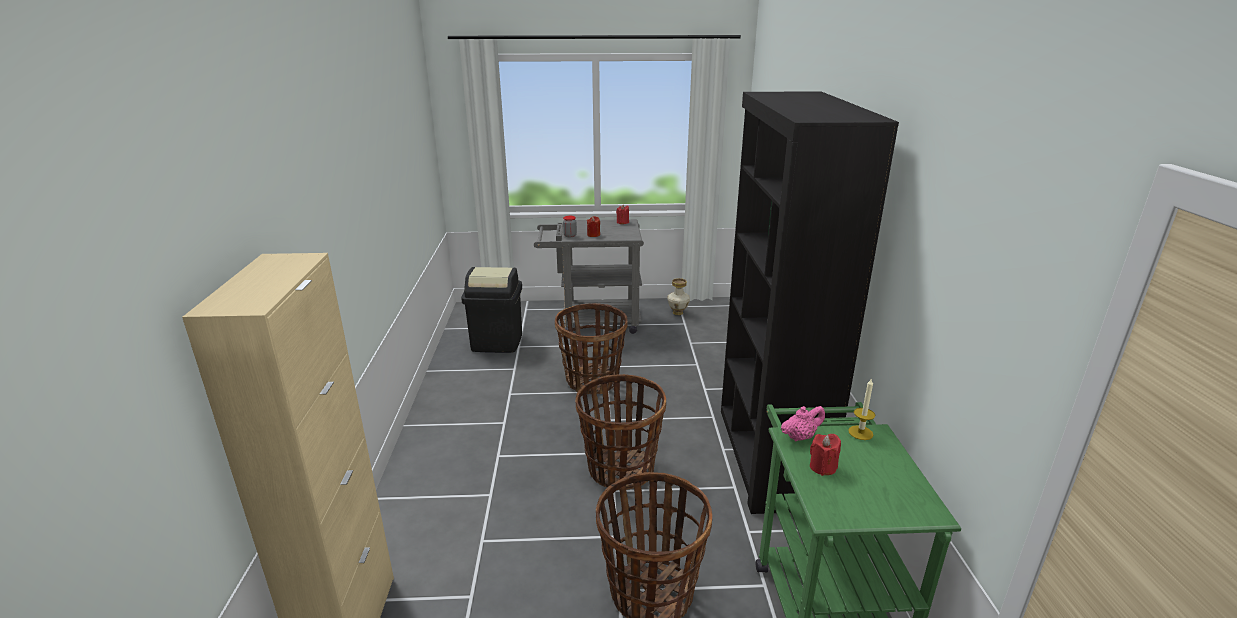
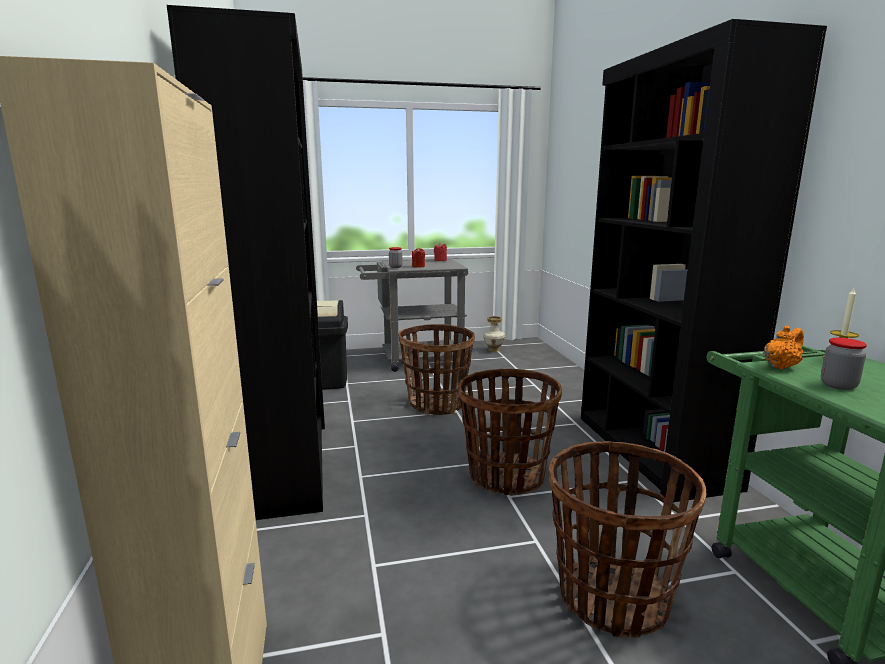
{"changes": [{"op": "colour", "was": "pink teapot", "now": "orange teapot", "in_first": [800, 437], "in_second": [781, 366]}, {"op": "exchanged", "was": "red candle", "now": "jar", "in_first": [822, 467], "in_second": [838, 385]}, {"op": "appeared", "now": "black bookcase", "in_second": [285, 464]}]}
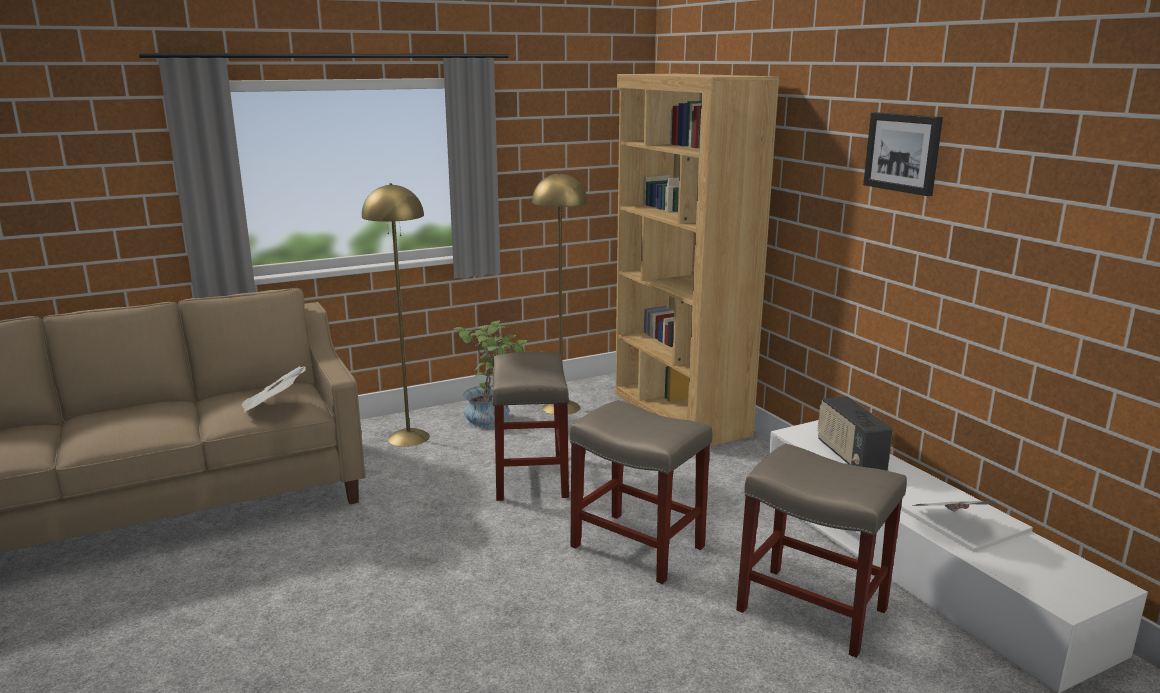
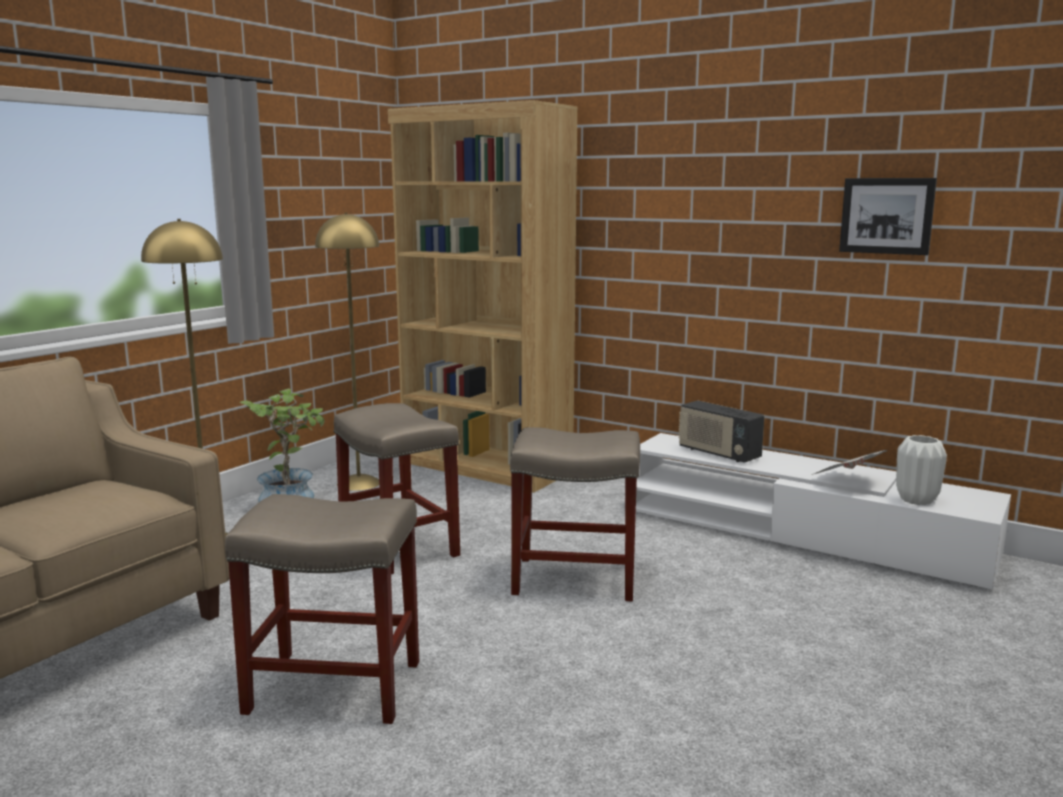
{"changes": [{"op": "relocated", "was": "picture", "in_first": [903, 152], "in_second": [887, 215]}, {"op": "missing", "was": "newspaper", "in_first": [273, 406]}, {"op": "relocated", "was": "beige stool", "in_first": [814, 610], "in_second": [337, 687]}, {"op": "appeared", "now": "white vase", "in_second": [916, 500]}]}
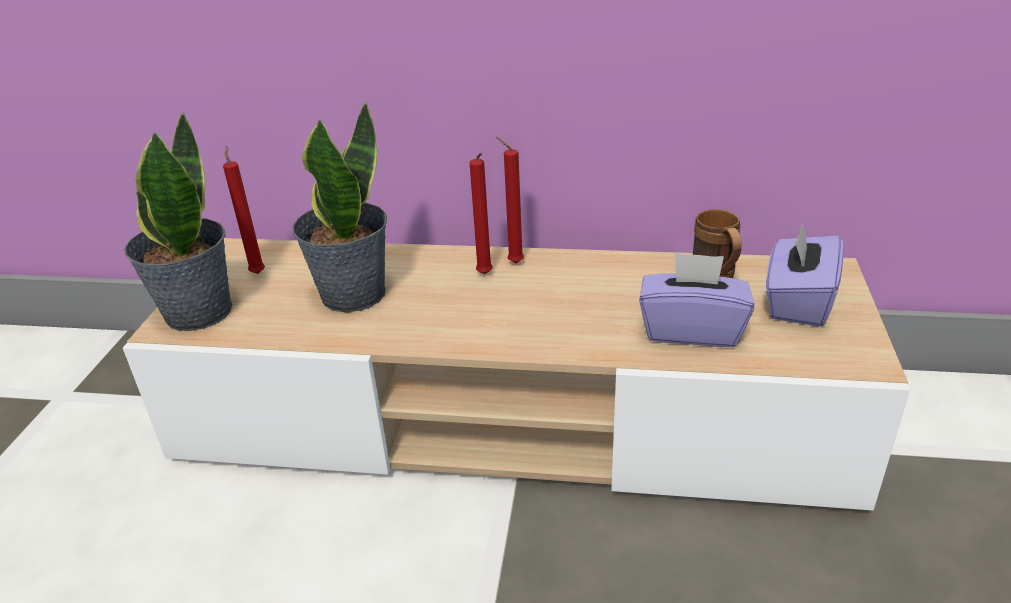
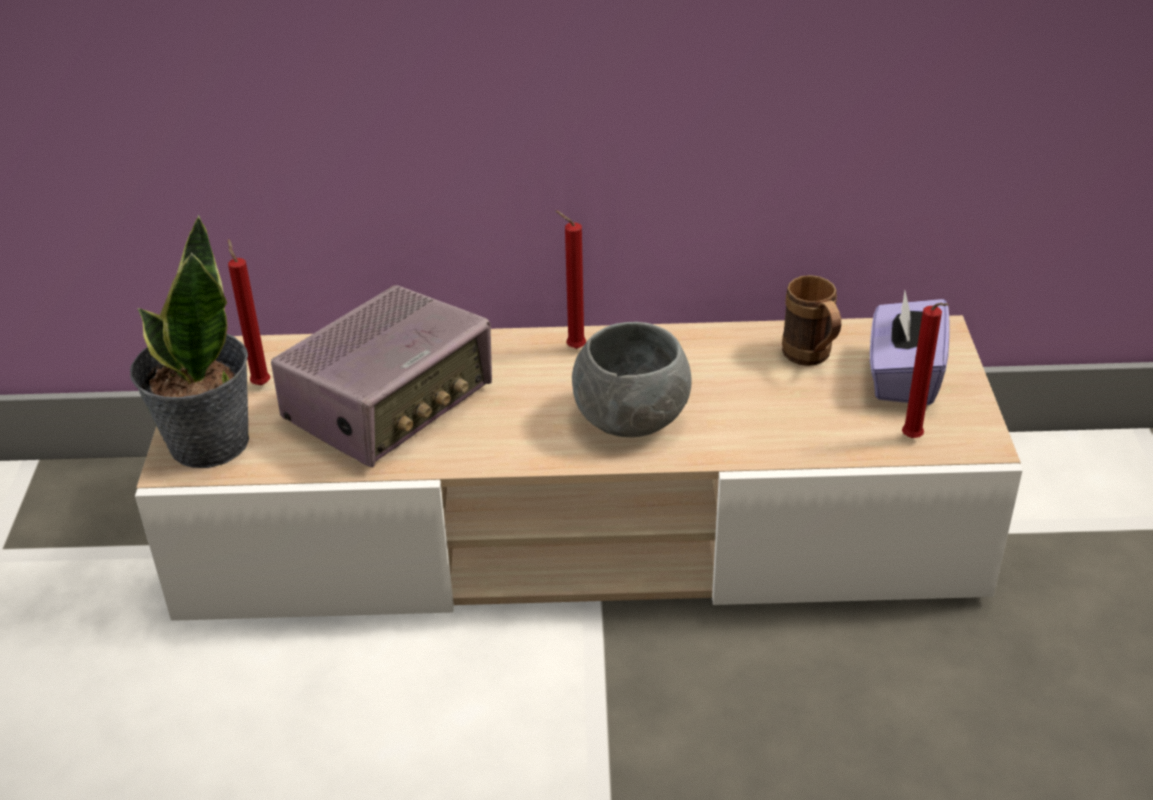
{"changes": [{"op": "exchanged", "was": "potted plant", "now": "radio", "in_first": [352, 294], "in_second": [390, 404]}, {"op": "relocated", "was": "red candle", "in_first": [485, 275], "in_second": [914, 440]}, {"op": "missing", "was": "purple tissue box", "in_first": [691, 330]}, {"op": "appeared", "now": "grey bowl", "in_second": [630, 419]}]}
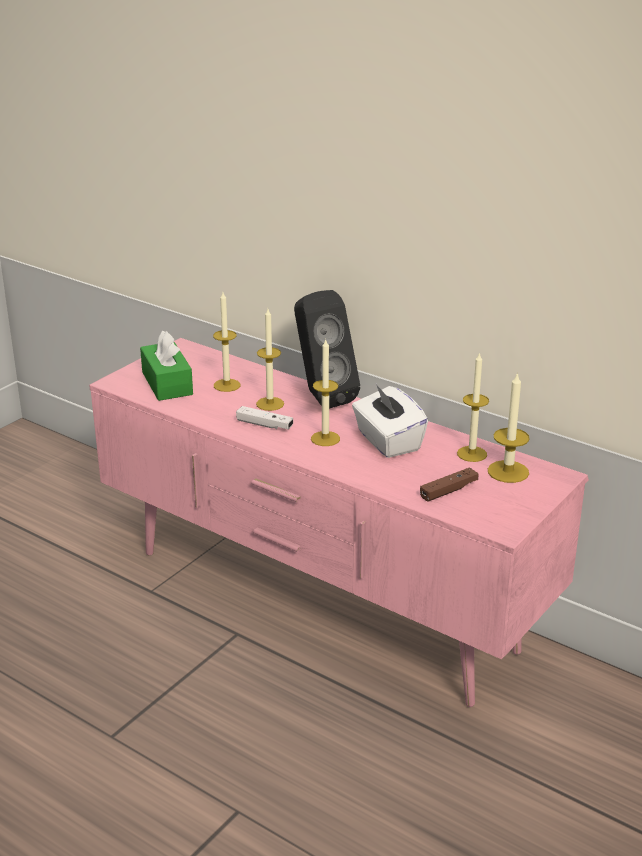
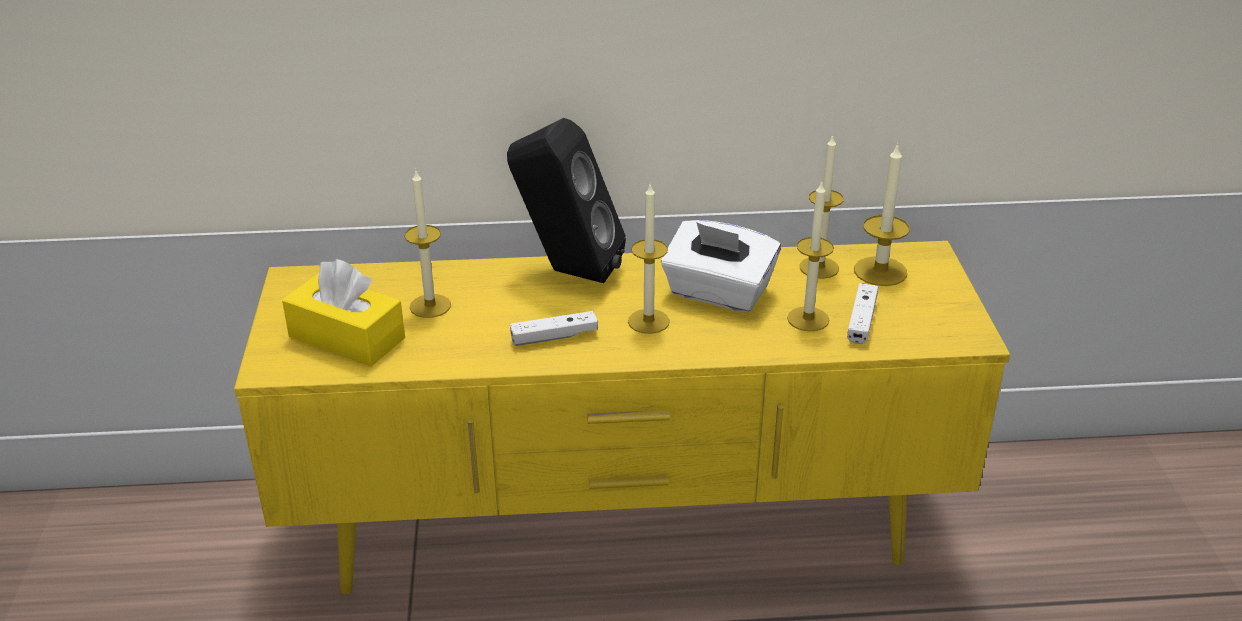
{"changes": [{"op": "relocated", "was": "candle", "in_first": [270, 404], "in_second": [808, 319]}, {"op": "colour", "was": "green tissue box", "now": "yellow tissue box", "in_first": [167, 383], "in_second": [347, 337]}, {"op": "colour", "was": "pink tv stand", "now": "yellow tv stand", "in_first": [321, 602], "in_second": [621, 536]}, {"op": "colour", "was": "brown game controller", "now": "white game controller", "in_first": [448, 490], "in_second": [861, 321]}]}
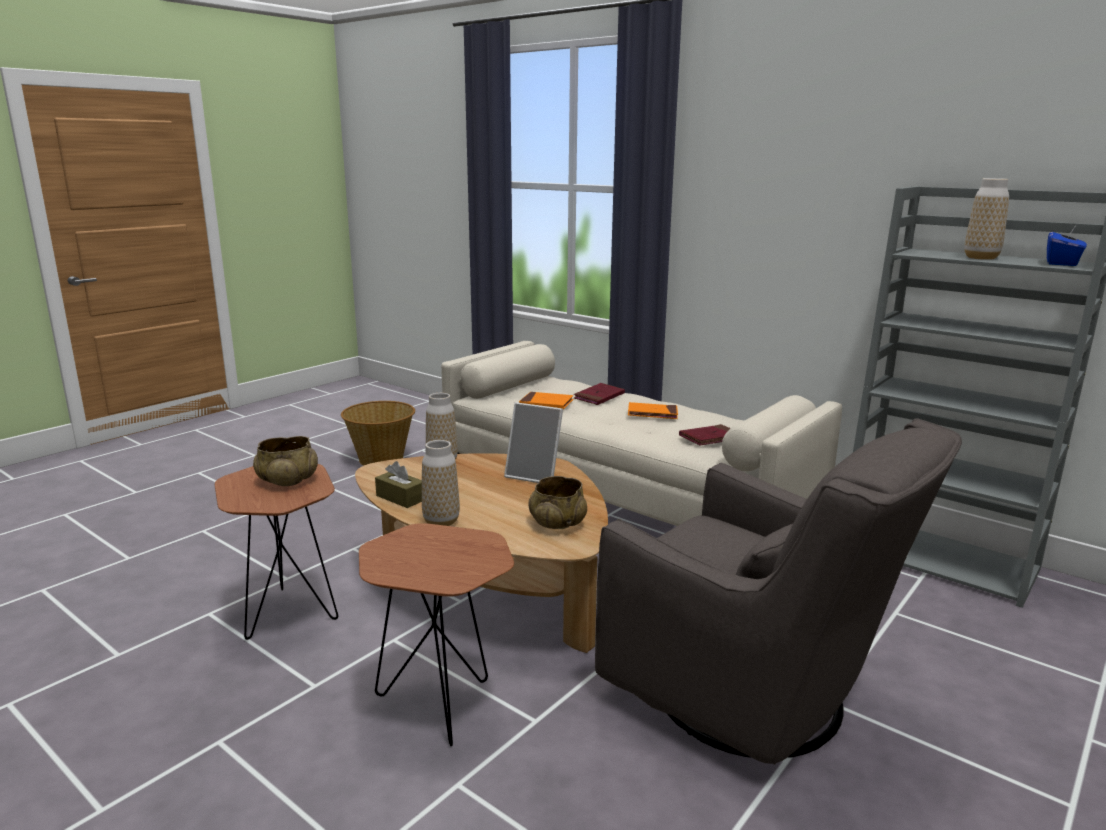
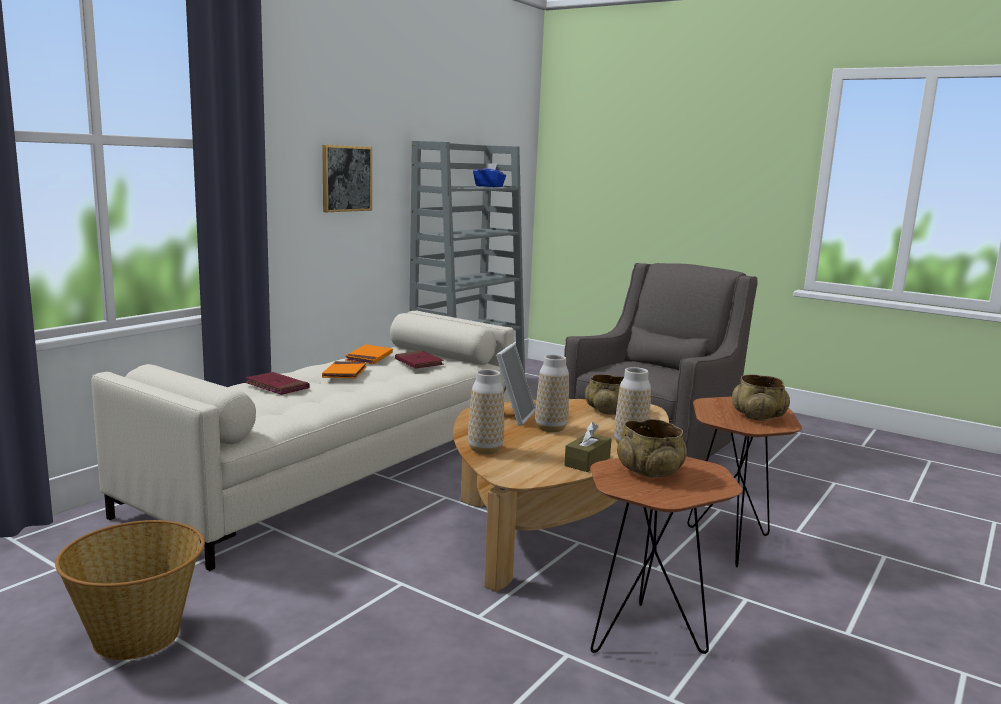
{"changes": [{"op": "relocated", "was": "vase", "in_first": [981, 258], "in_second": [550, 428]}, {"op": "relocated", "was": "orange book", "in_first": [546, 403], "in_second": [369, 357]}, {"op": "appeared", "now": "picture", "in_second": [346, 178]}, {"op": "appeared", "now": "beige bowl", "in_second": [758, 416]}]}
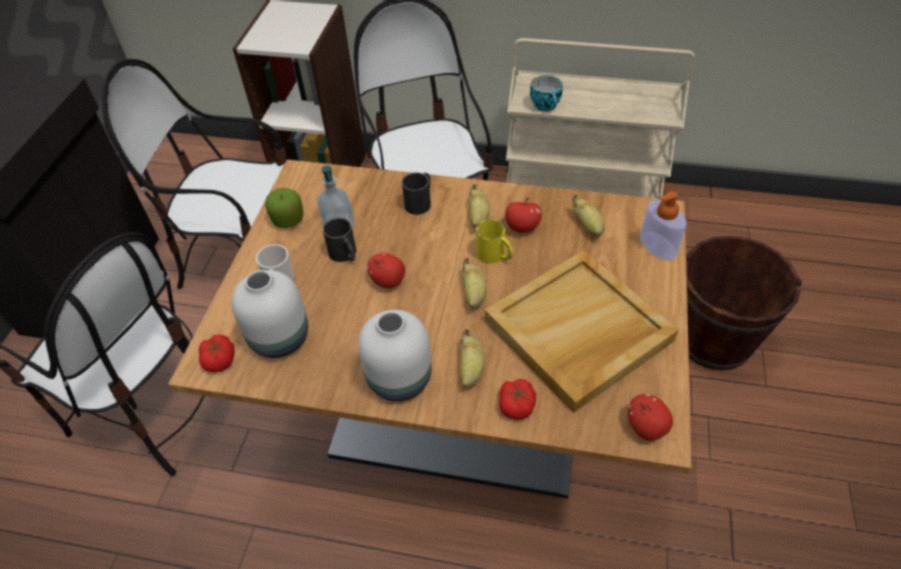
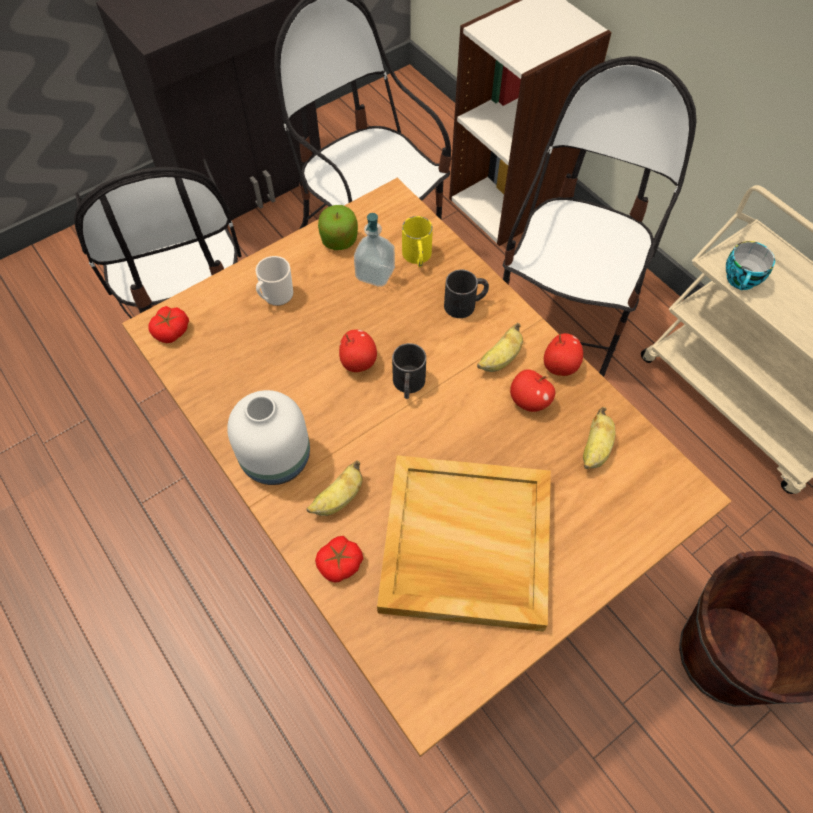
{"changes": [{"op": "missing", "was": "soap dispenser", "in_first": [658, 246]}, {"op": "relocated", "was": "black mug", "in_first": [345, 255], "in_second": [408, 385]}, {"op": "relocated", "was": "yellow mug", "in_first": [495, 256], "in_second": [417, 257]}, {"op": "missing", "was": "banana", "in_first": [473, 294]}, {"op": "missing", "was": "white vase", "in_first": [281, 337]}, {"op": "relocated", "was": "apple", "in_first": [646, 427], "in_second": [560, 366]}]}
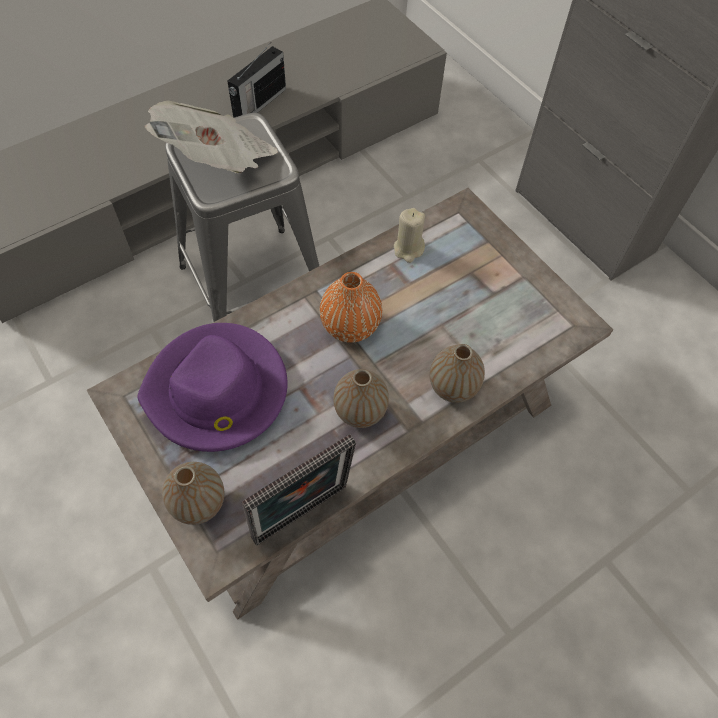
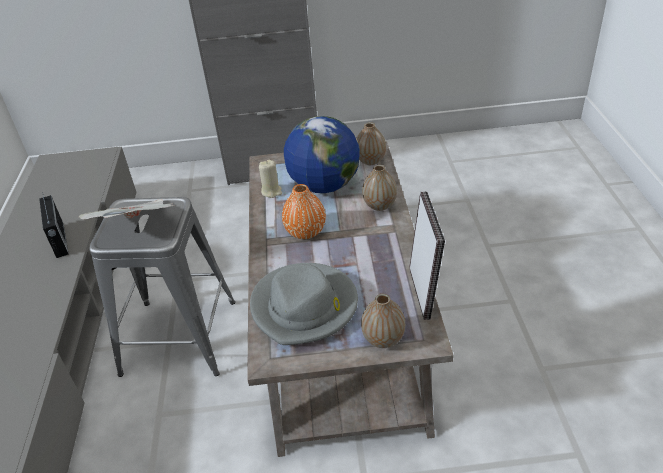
{"changes": [{"op": "colour", "was": "purple hat", "now": "grey hat", "in_first": [217, 391], "in_second": [305, 306]}, {"op": "relocated", "was": "vase", "in_first": [360, 411], "in_second": [370, 161]}, {"op": "appeared", "now": "globe", "in_second": [324, 186]}]}
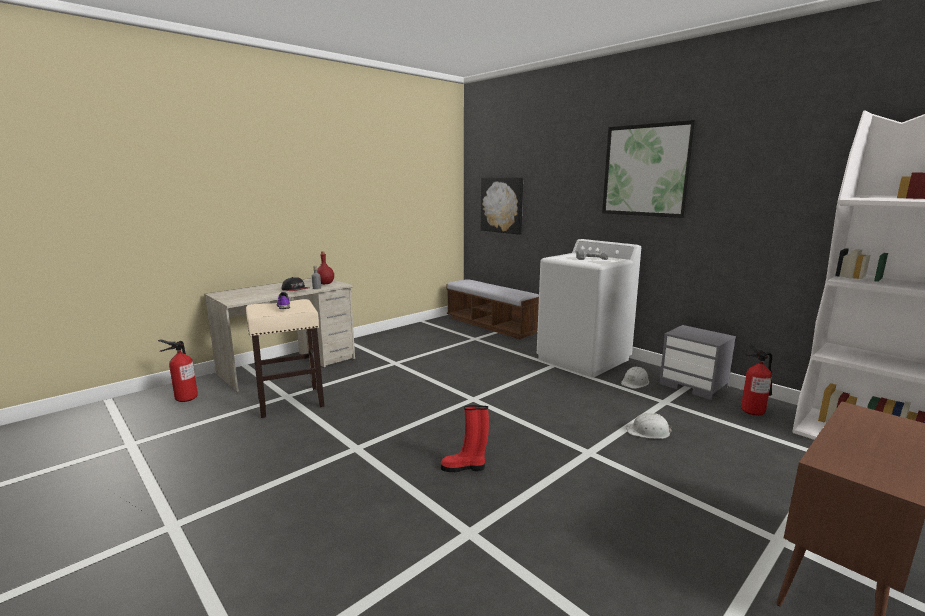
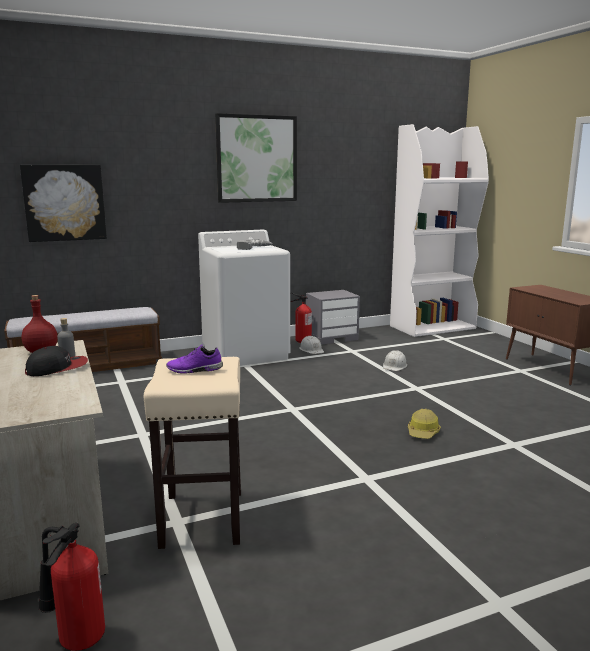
{"changes": [{"op": "relocated", "was": "fire extinguisher", "in_first": [754, 412], "in_second": [302, 341]}, {"op": "exchanged", "was": "red boot", "now": "hard hat", "in_first": [464, 467], "in_second": [423, 433]}]}
